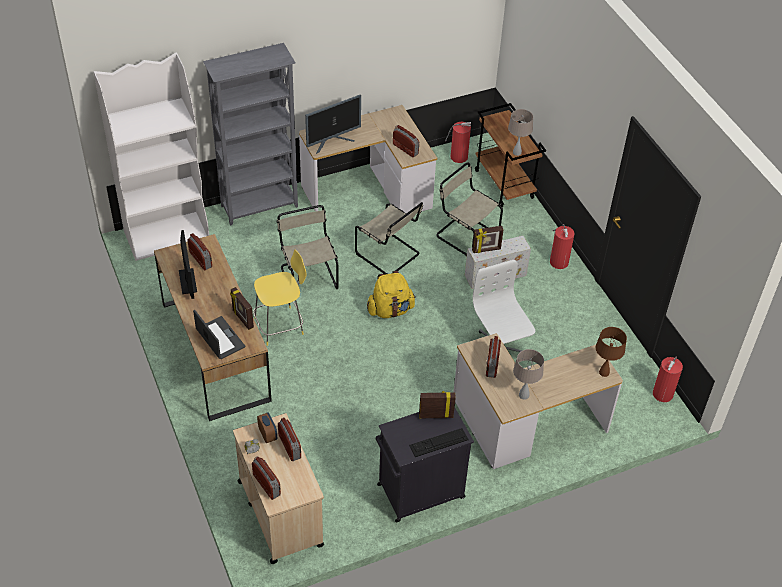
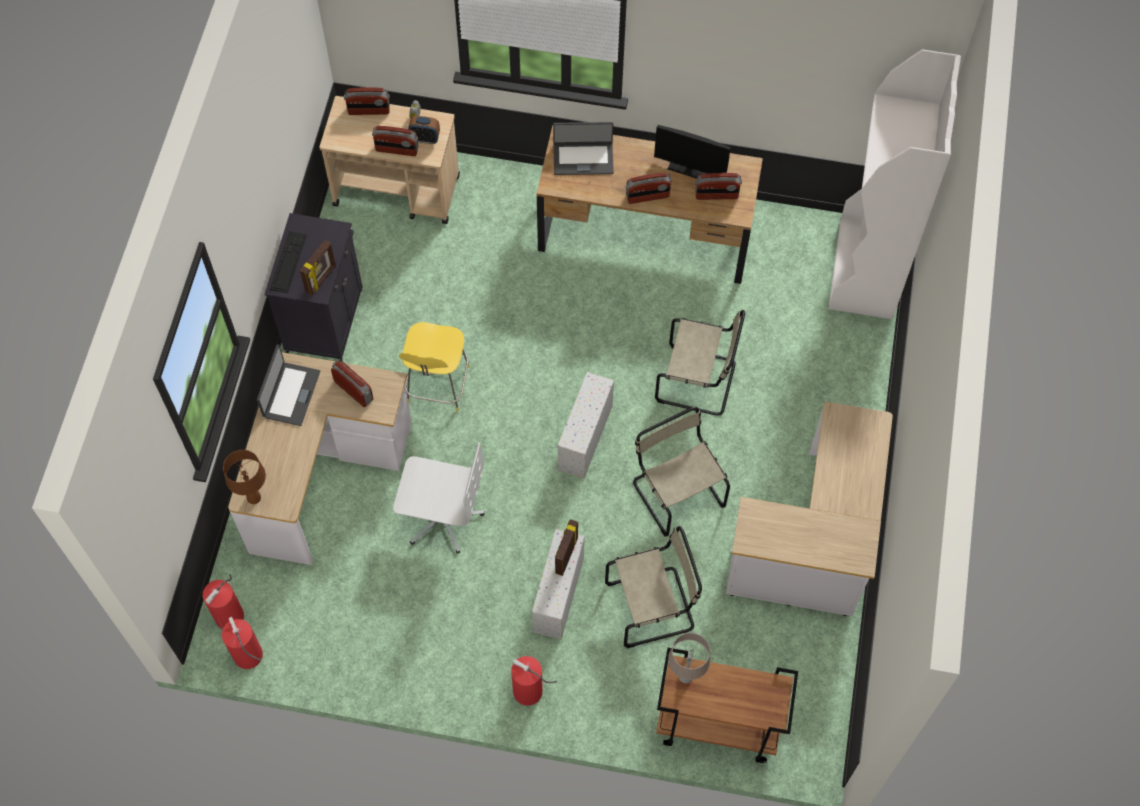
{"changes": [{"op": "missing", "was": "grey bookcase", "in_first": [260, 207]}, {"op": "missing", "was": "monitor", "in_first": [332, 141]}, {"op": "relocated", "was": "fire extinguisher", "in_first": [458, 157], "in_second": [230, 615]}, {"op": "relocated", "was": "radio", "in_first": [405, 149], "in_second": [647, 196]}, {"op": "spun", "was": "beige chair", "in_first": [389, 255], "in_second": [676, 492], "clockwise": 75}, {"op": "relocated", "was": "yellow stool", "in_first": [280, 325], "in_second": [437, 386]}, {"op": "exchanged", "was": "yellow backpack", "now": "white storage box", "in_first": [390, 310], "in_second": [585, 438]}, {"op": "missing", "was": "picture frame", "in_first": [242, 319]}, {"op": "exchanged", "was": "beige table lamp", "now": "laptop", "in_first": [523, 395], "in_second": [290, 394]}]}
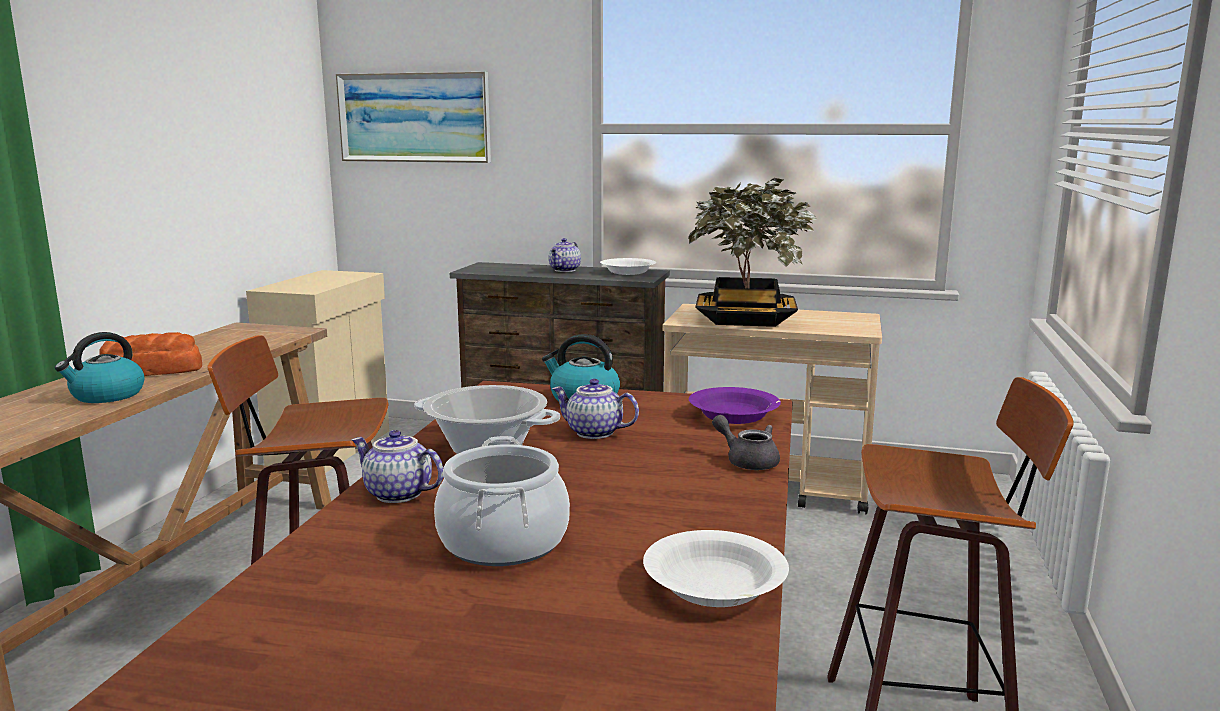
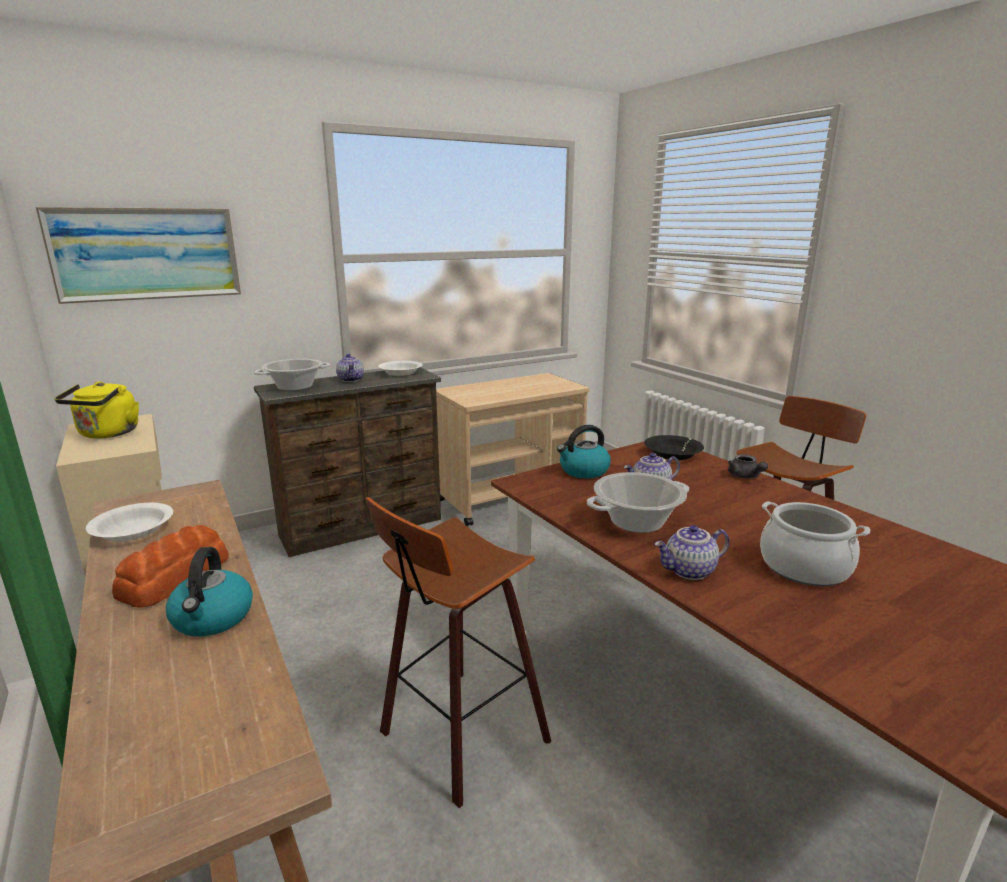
{"changes": [{"op": "missing", "was": "potted plant", "in_first": [745, 319]}, {"op": "colour", "was": "purple bowl", "now": "black bowl", "in_first": [733, 417], "in_second": [673, 455]}, {"op": "spun", "was": "grey teapot", "in_first": [747, 461], "in_second": [745, 477], "clockwise": -105}, {"op": "relocated", "was": "white bowl", "in_first": [714, 587], "in_second": [133, 532]}, {"op": "appeared", "now": "cooking pot", "in_second": [295, 387]}, {"op": "appeared", "now": "yellow kettle", "in_second": [107, 434]}]}
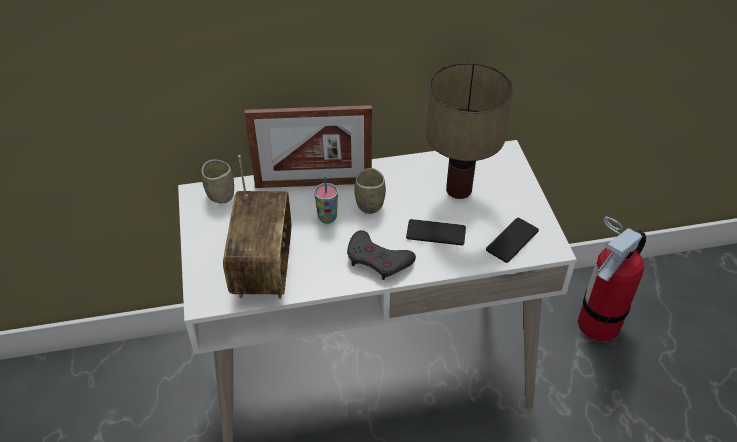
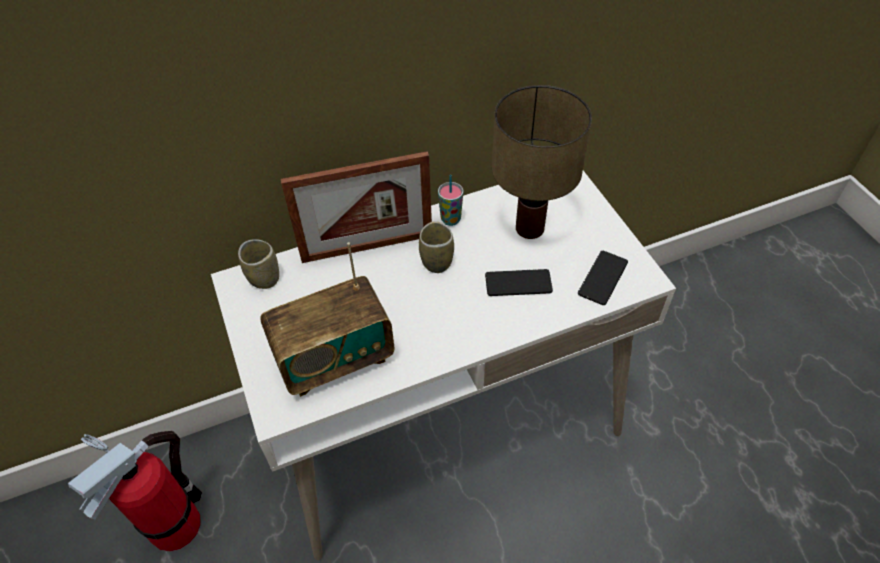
{"changes": [{"op": "spun", "was": "radio", "in_first": [262, 267], "in_second": [334, 359], "clockwise": 75}, {"op": "relocated", "was": "cup", "in_first": [327, 218], "in_second": [450, 219]}, {"op": "relocated", "was": "fire extinguisher", "in_first": [599, 323], "in_second": [175, 524]}, {"op": "missing", "was": "grey game controller", "in_first": [378, 259]}]}
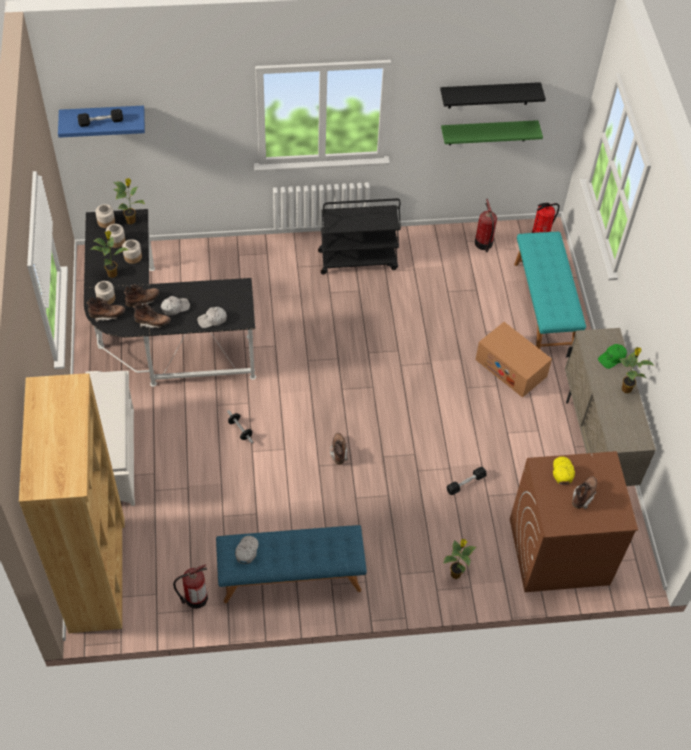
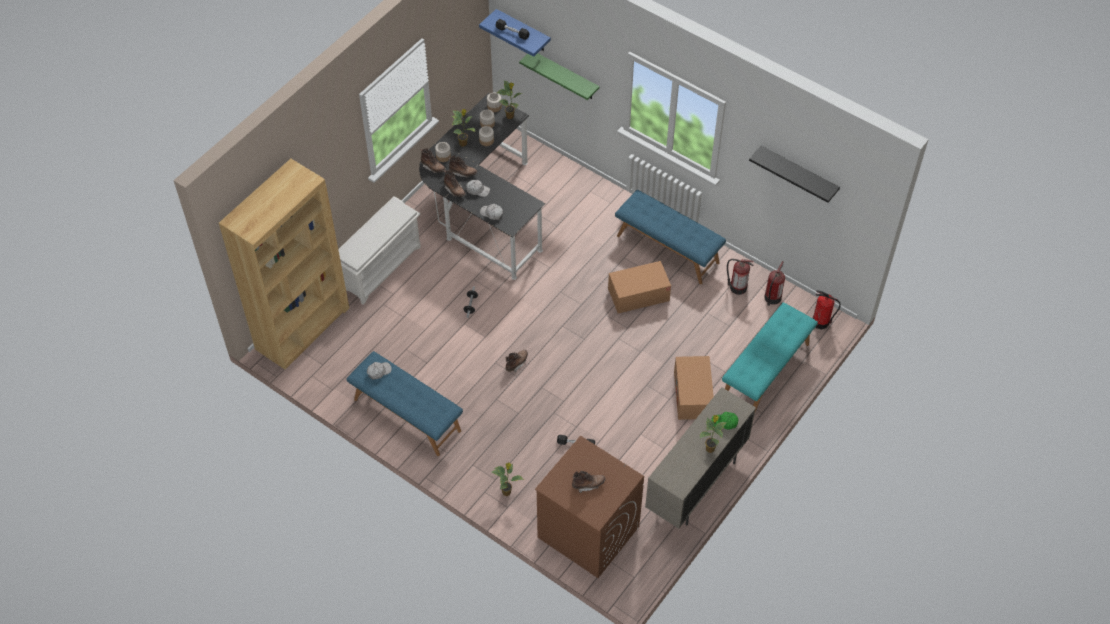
{"changes": [{"op": "relocated", "was": "green shelf", "in_first": [488, 132], "in_second": [565, 76]}, {"op": "exchanged", "was": "black cart", "now": "blue bench", "in_first": [358, 260], "in_second": [668, 248]}, {"op": "missing", "was": "yellow cap", "in_first": [562, 472]}, {"op": "relocated", "was": "fire extinguisher", "in_first": [195, 598], "in_second": [737, 287]}, {"op": "appeared", "now": "cardboard box", "in_second": [638, 294]}]}
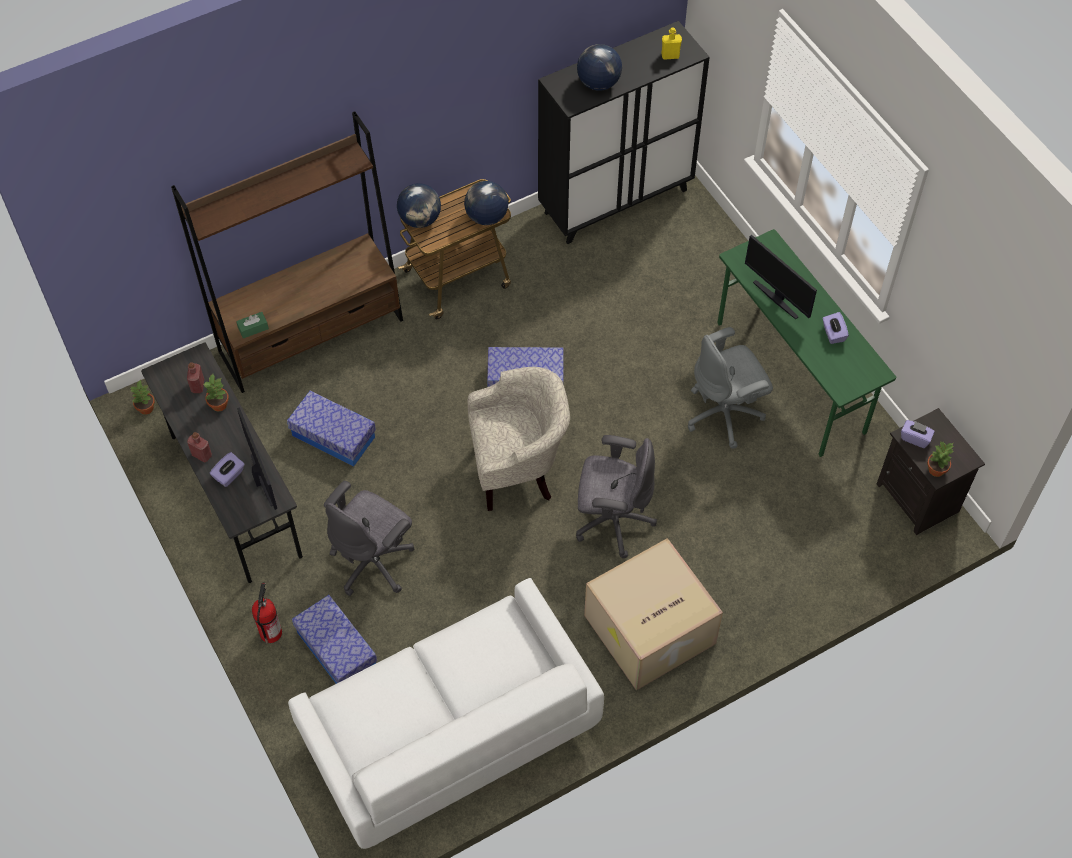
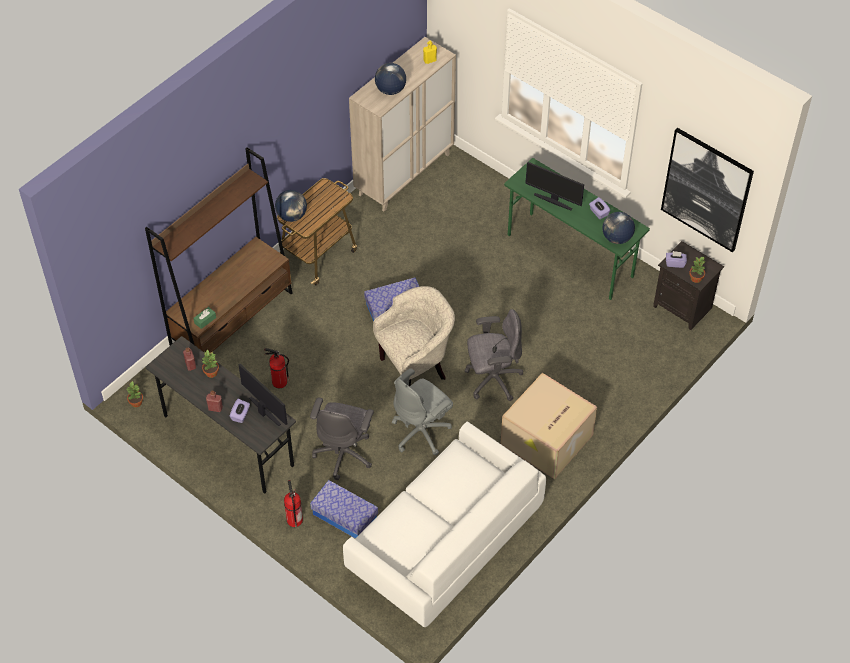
{"changes": [{"op": "colour", "was": "black cabinet", "now": "beige cabinet", "in_first": [616, 201], "in_second": [404, 174]}, {"op": "relocated", "was": "globe", "in_first": [486, 217], "in_second": [617, 238]}, {"op": "relocated", "was": "grey office chair", "in_first": [725, 414], "in_second": [422, 432]}, {"op": "exchanged", "was": "storage box", "now": "fire extinguisher", "in_first": [333, 436], "in_second": [279, 382]}, {"op": "appeared", "now": "picture", "in_second": [706, 189]}]}
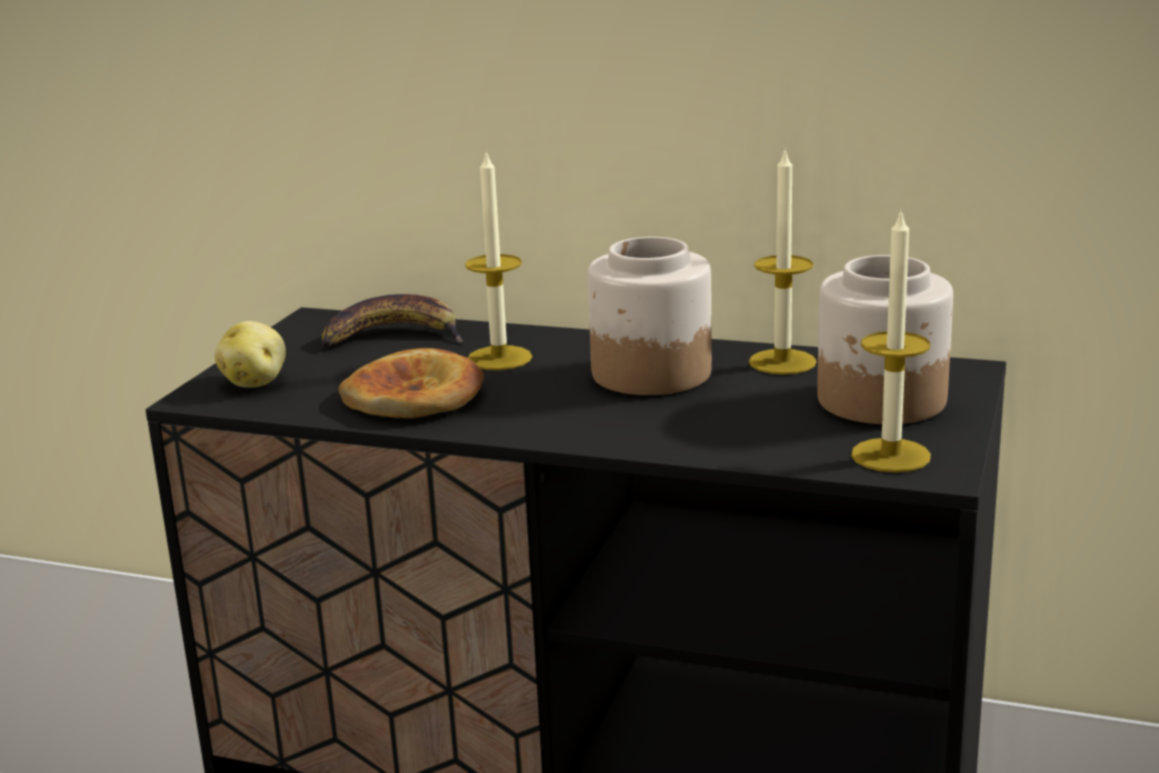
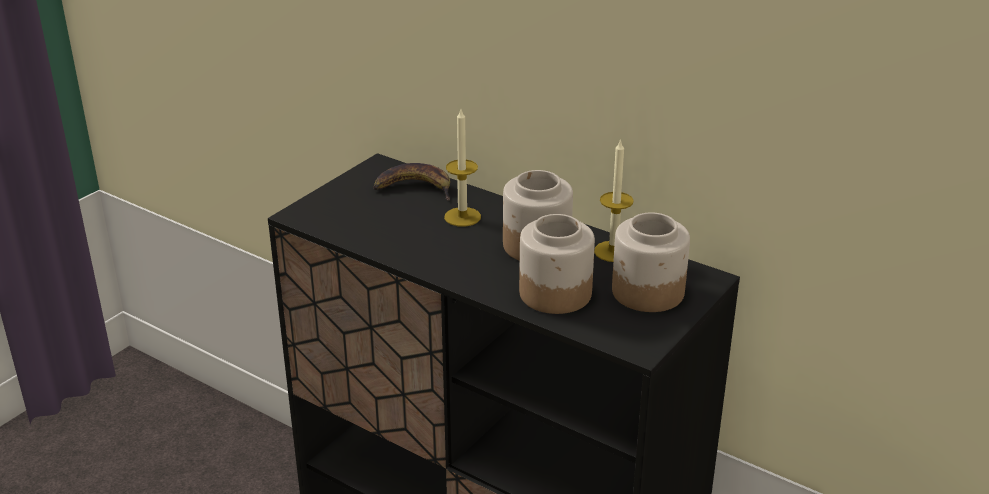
{"changes": [{"op": "missing", "was": "candle", "in_first": [890, 455]}, {"op": "missing", "was": "potato", "in_first": [256, 382]}, {"op": "missing", "was": "bread", "in_first": [415, 396]}, {"op": "appeared", "now": "jar", "in_second": [556, 293]}]}
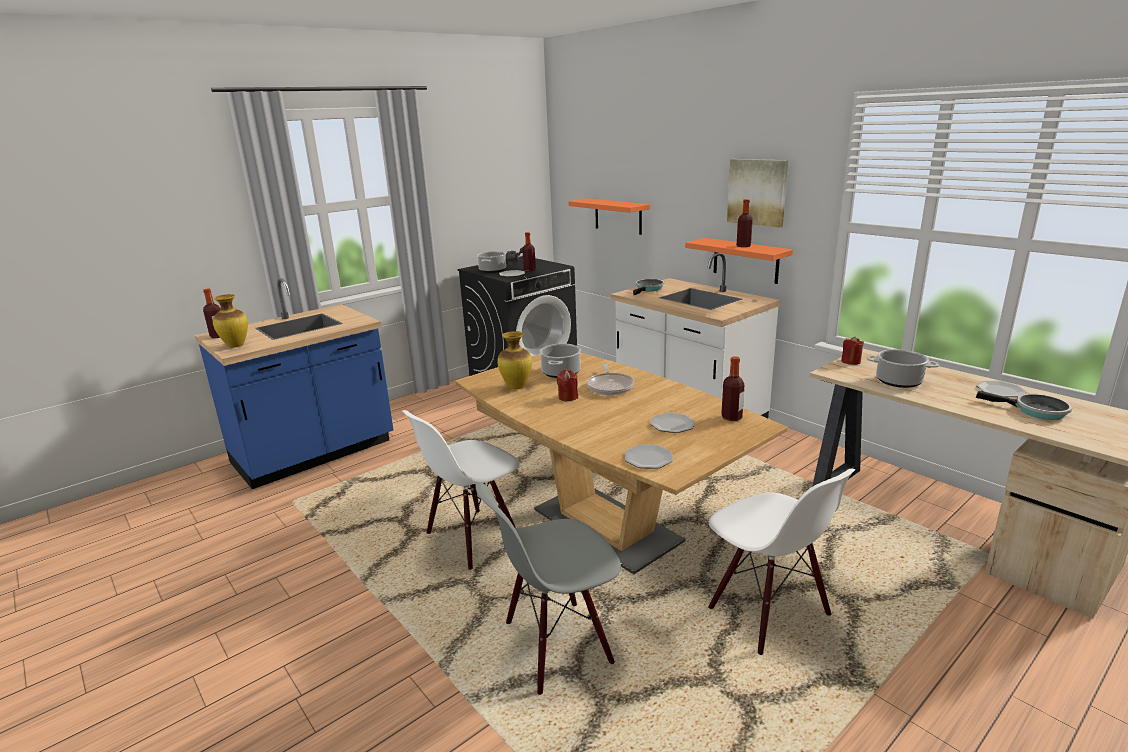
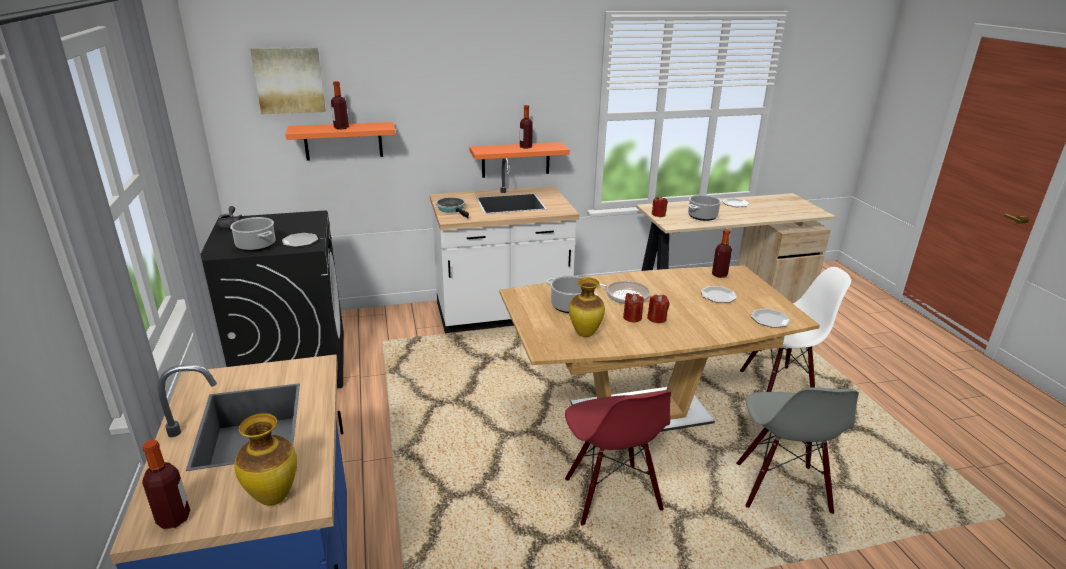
{"changes": [{"op": "relocated", "was": "picture", "in_first": [757, 192], "in_second": [289, 80]}, {"op": "relocated", "was": "bottle", "in_first": [529, 270], "in_second": [341, 128]}, {"op": "missing", "was": "frying pan", "in_first": [1036, 411]}, {"op": "colour", "was": "white chair", "now": "red chair", "in_first": [473, 538], "in_second": [611, 495]}, {"op": "appeared", "now": "red candle", "in_second": [657, 318]}]}
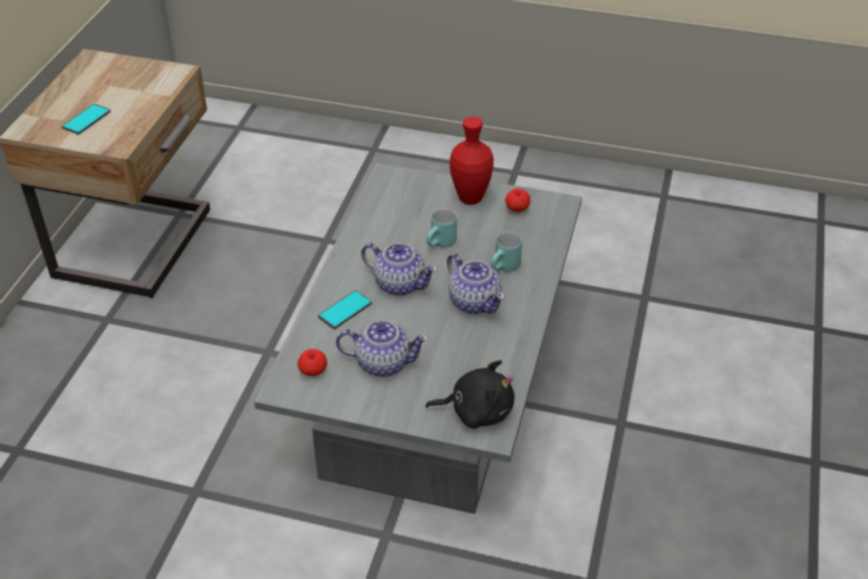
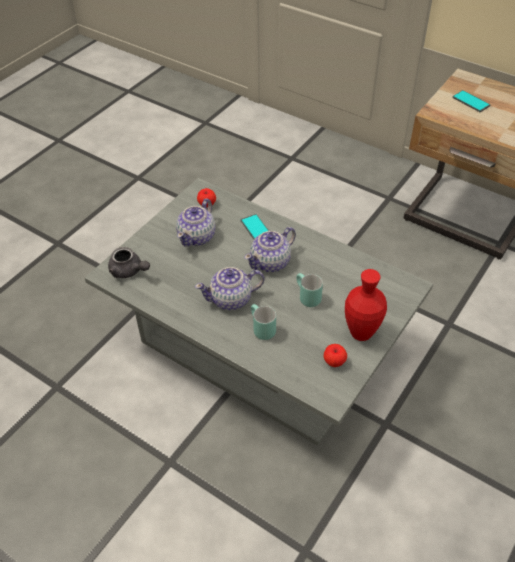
{"changes": [{"op": "exchanged", "was": "black plush toy", "now": "grey teapot", "in_first": [477, 411], "in_second": [129, 271]}]}
